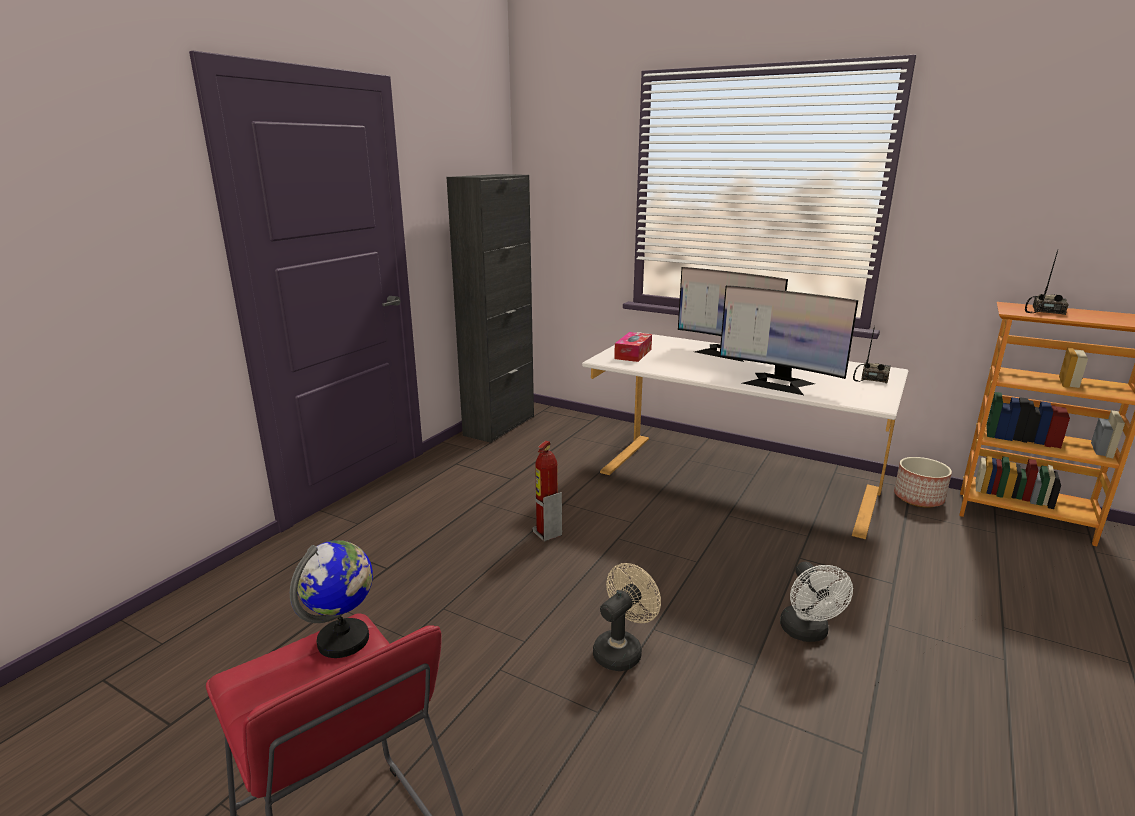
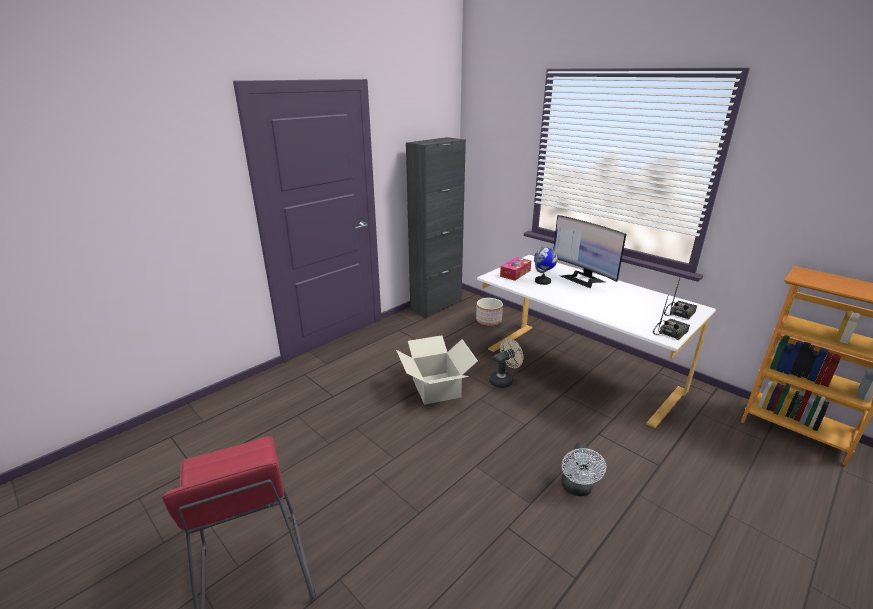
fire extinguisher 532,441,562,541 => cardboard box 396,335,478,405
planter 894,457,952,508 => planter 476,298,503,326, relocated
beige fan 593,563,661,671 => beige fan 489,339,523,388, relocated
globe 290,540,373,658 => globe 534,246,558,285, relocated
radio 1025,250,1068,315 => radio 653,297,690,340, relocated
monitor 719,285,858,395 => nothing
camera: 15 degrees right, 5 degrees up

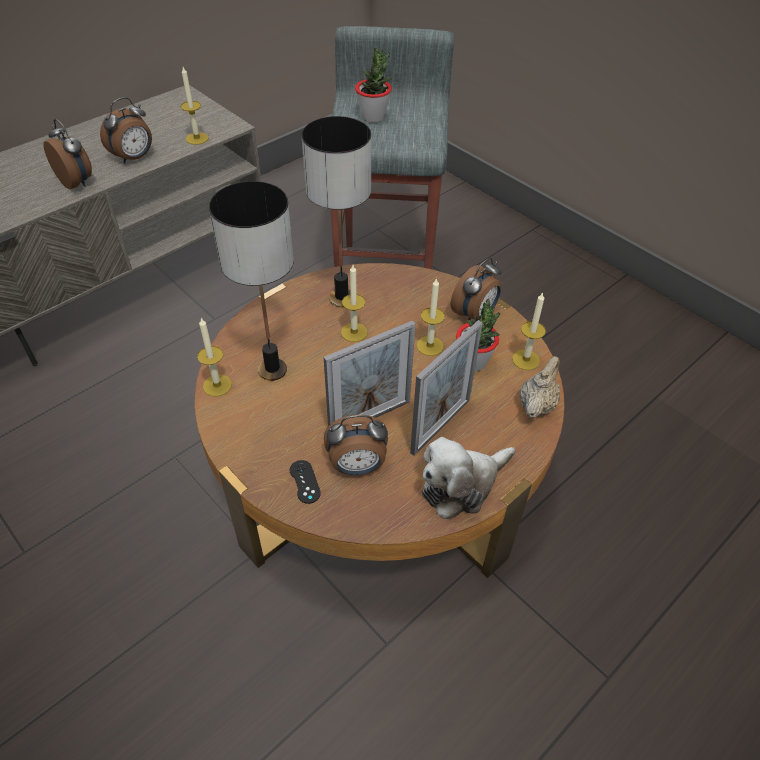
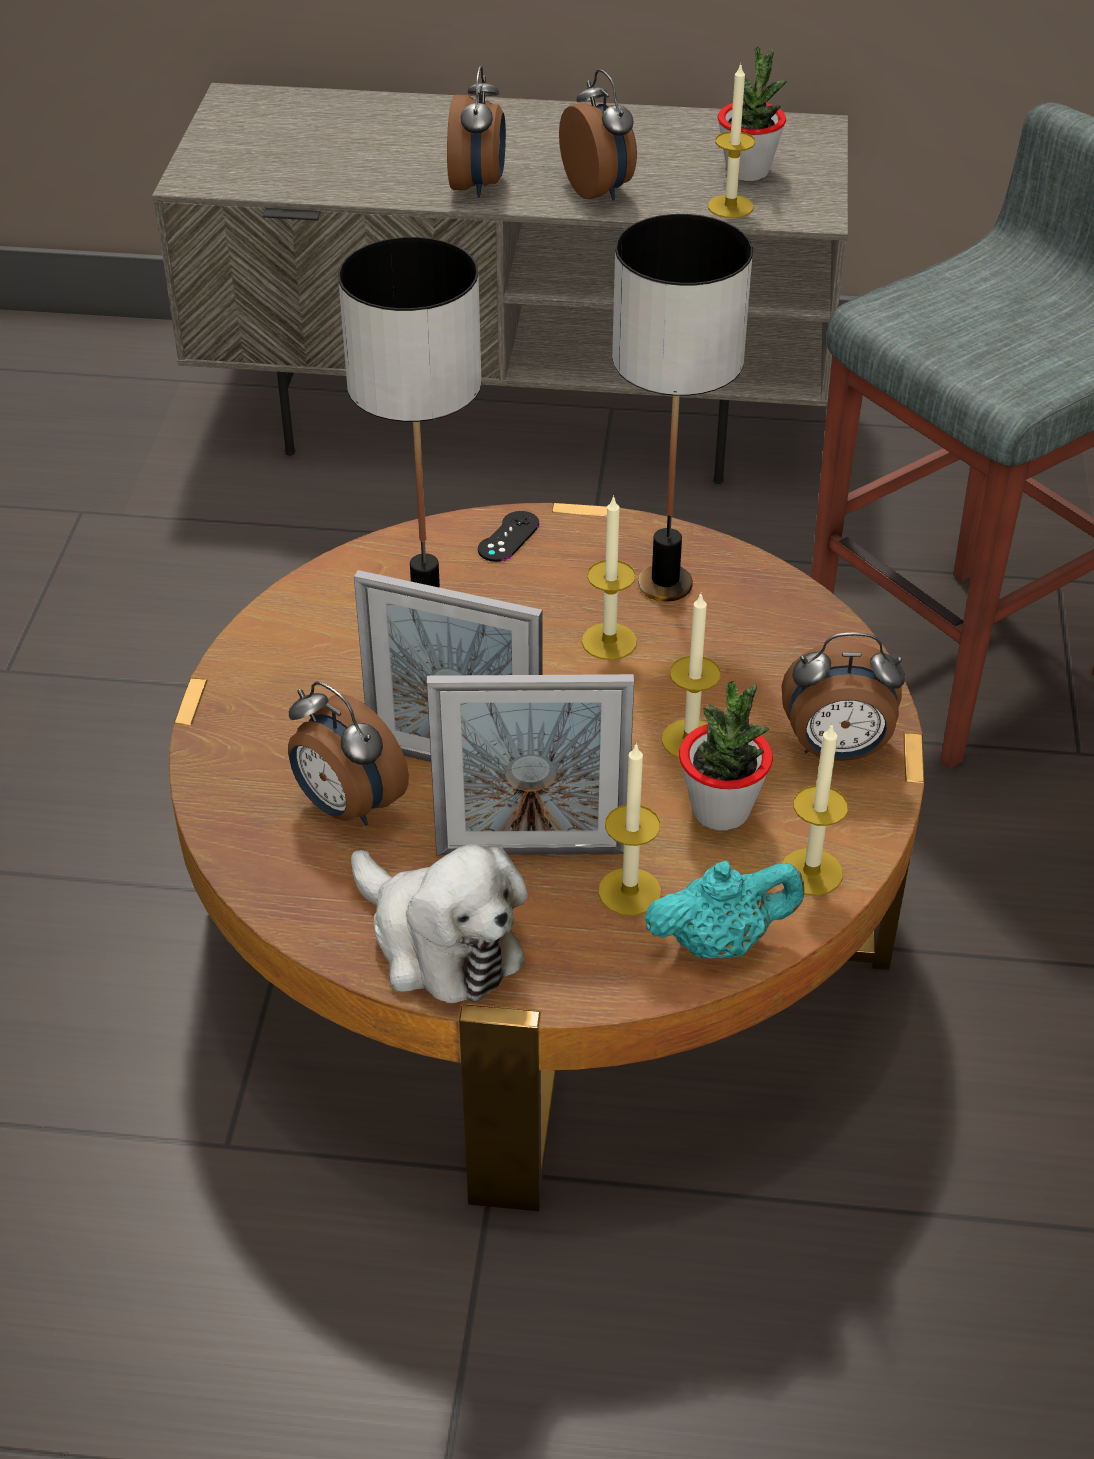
plush toy 422,437,515,519 => plush toy 351,844,528,1003, 150 degrees counterclockwise
black game controller 290,460,321,504 => black game controller 478,511,540,562, relocated
alarm clock 100,97,152,164 => alarm clock 559,69,637,201, 120 degrees counterclockwise
candle 197,318,232,397 => candle 598,742,661,916, relocated
beige teapot 520,356,560,418 => turquoise teapot 644,861,804,959
potted plant 355,47,392,123 => potted plant 717,47,787,181, relocated
camera: 50 degrees right, 5 degrees down

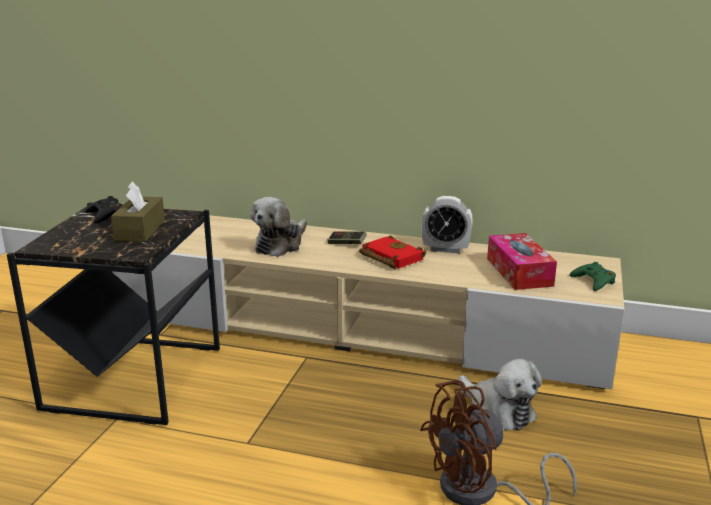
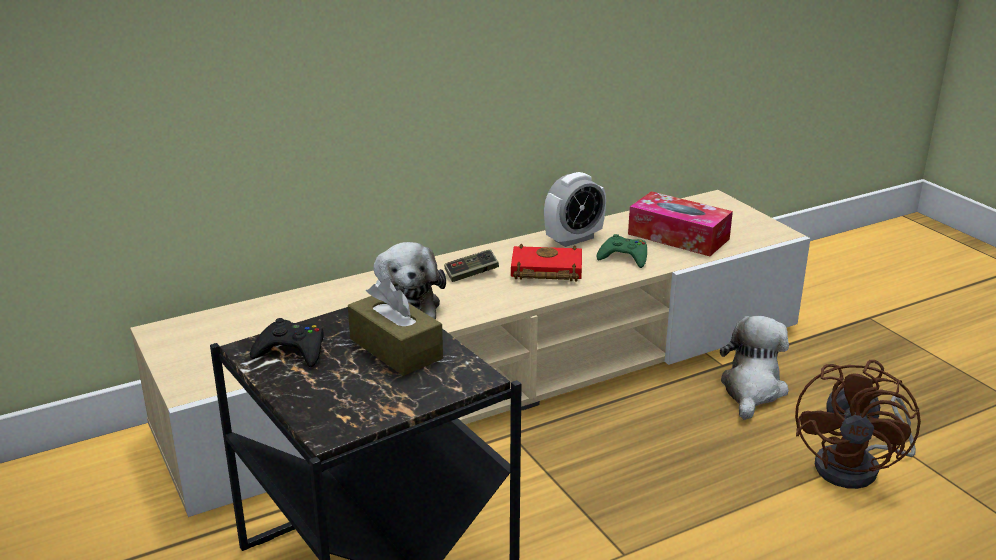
green game controller 570,262,616,291 => green game controller 596,234,647,268, relocated
plush toy 458,359,542,430 => plush toy 720,316,789,420, 75 degrees counterclockwise
camera: 45 degrees left, 5 degrees up

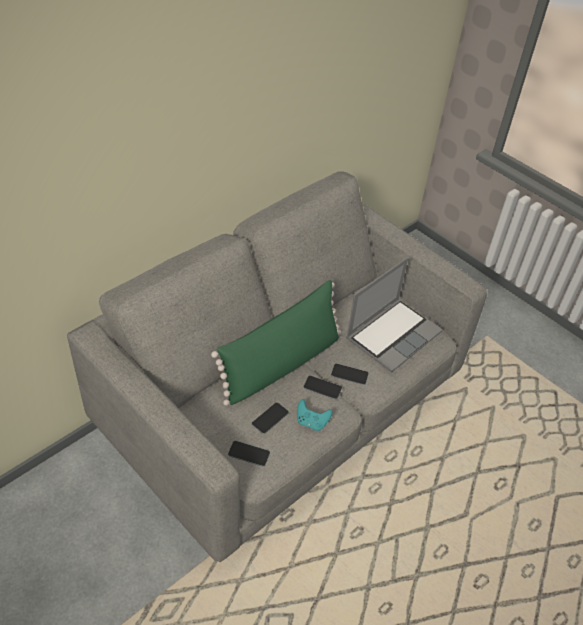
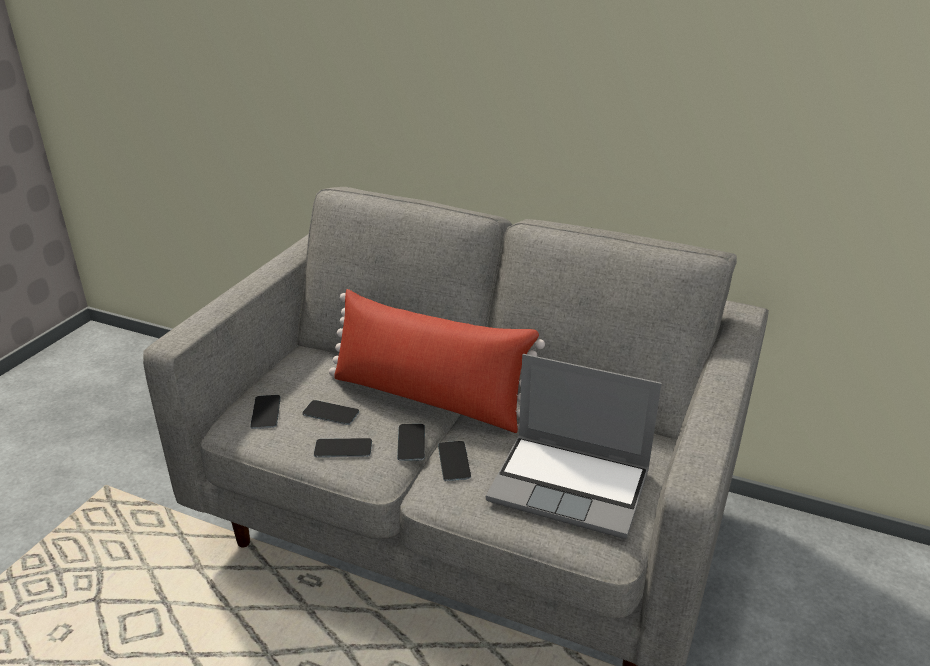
turquoise game controller 297,399,332,431 => phone 314,438,372,458
green pillow 211,280,341,406 => red pillow 329,289,545,433
camera: 70 degrees right, 15 degrees down

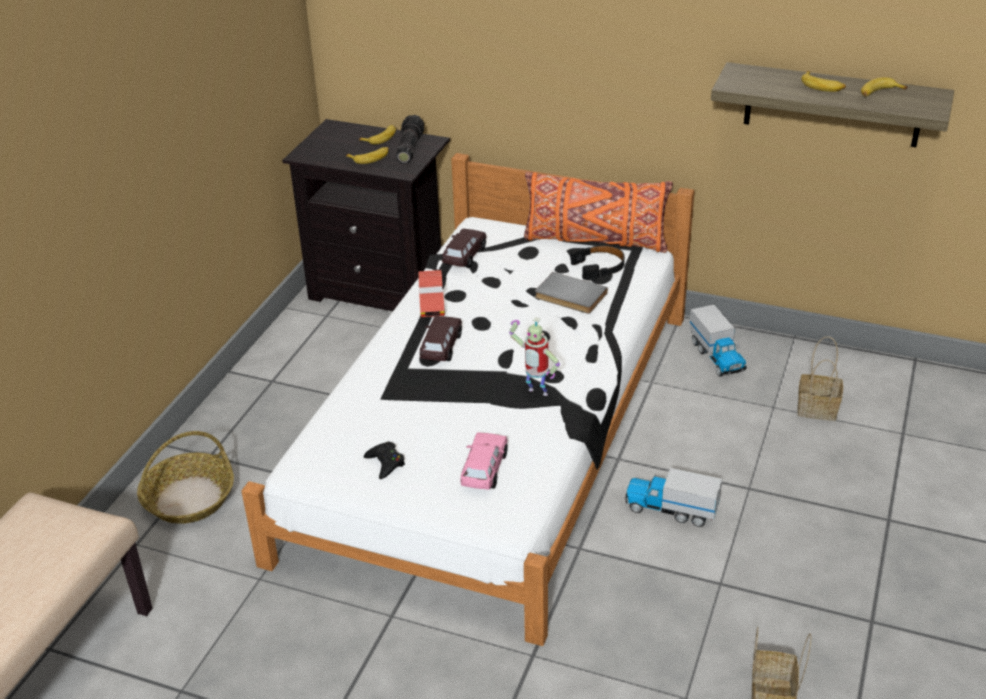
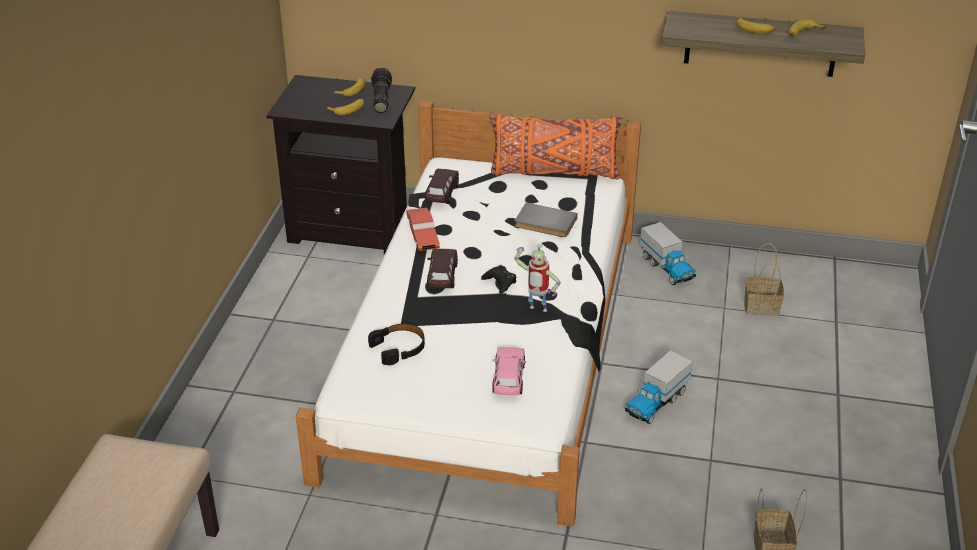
black headphones 571,245,624,280 => black headphones 368,324,425,365, relocated
black game controller 364,442,405,479 => black game controller 481,265,516,294, relocated
toy truck 625,468,722,527 => toy truck 625,350,692,424, 60 degrees counterclockwise
basket 137,431,234,524 => nothing
camera: 10 degrees left, 0 degrees up

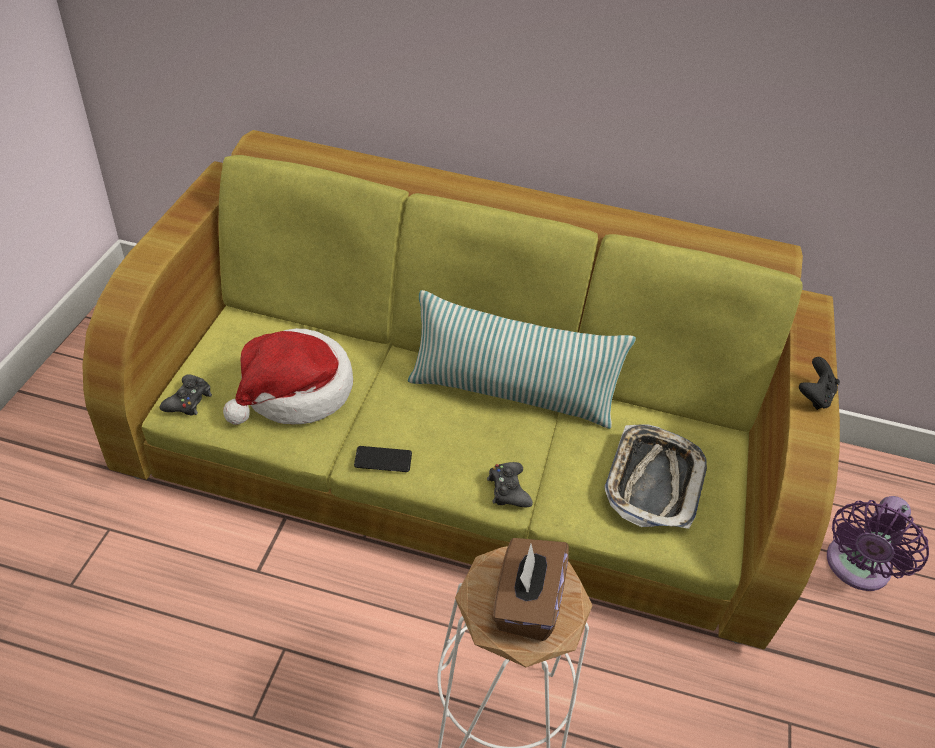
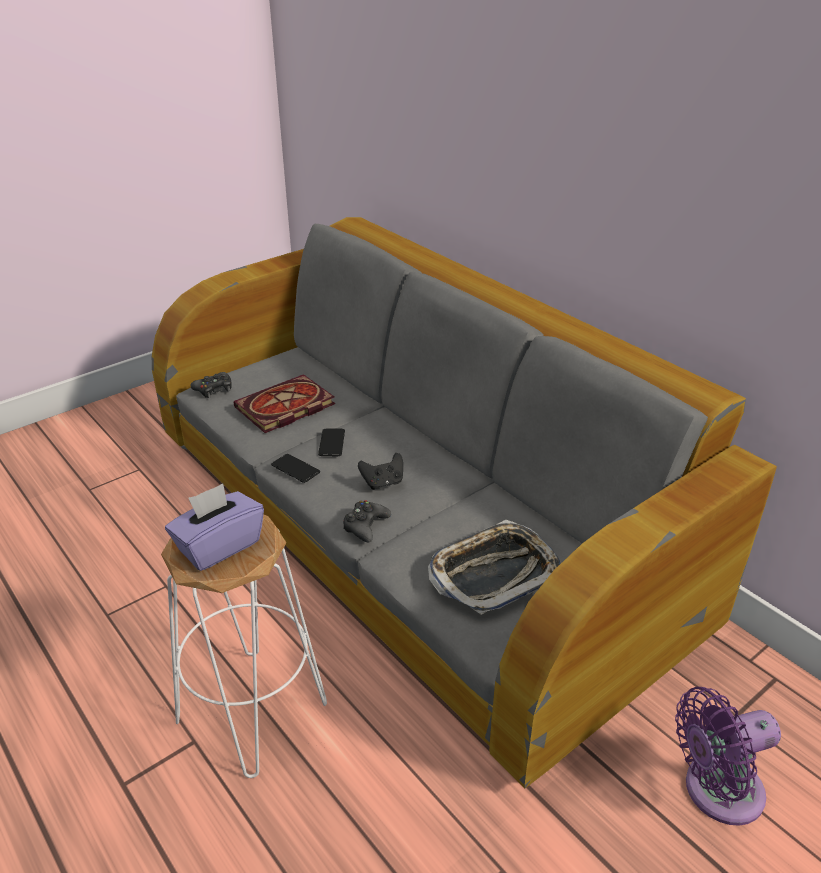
green sofa 82,130,840,649 => grey sofa 152,217,777,788
brown tissue box 493,538,569,641 => purple tissue box 165,483,264,571
hat 223,328,353,425 => book 234,374,335,433
nothing => phone 318,428,345,456
black game controller 799,357,840,410 => black game controller 358,453,403,490, relocated
pillow 408,290,636,429 => nothing
camera: 40 degrees right, 10 degrees down

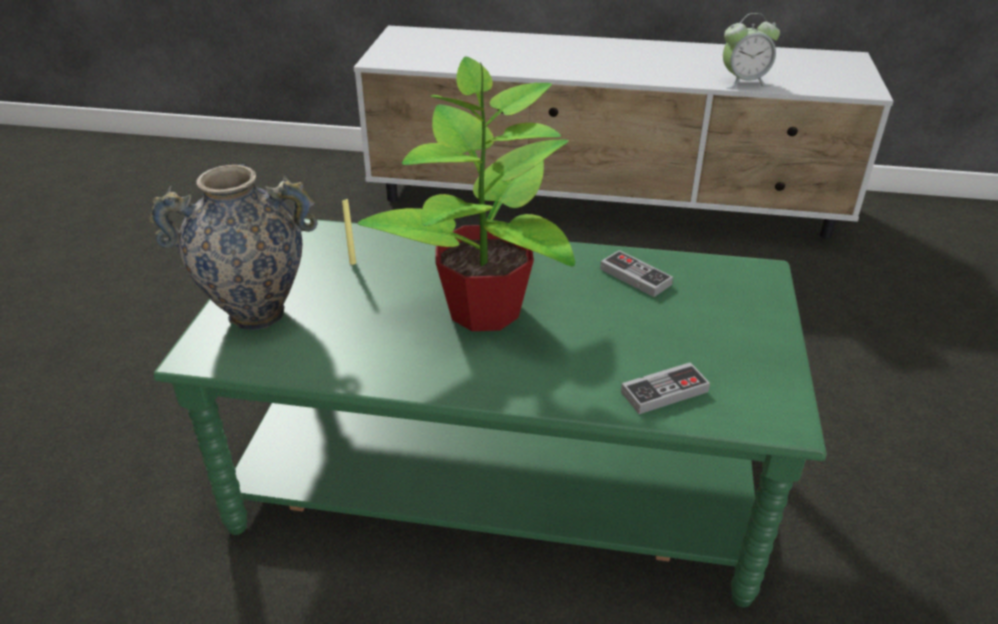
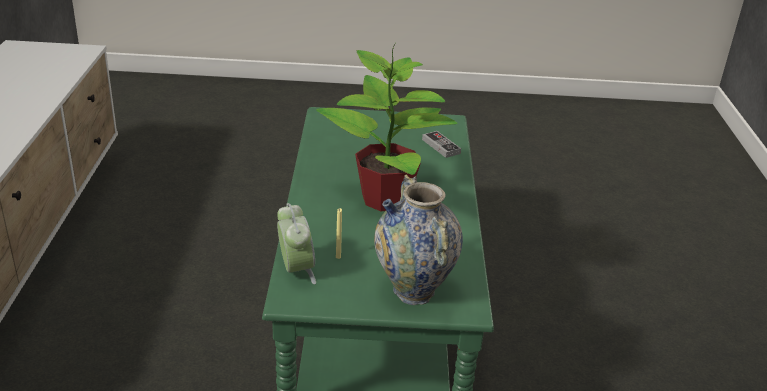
alarm clock 723,13,780,89 => alarm clock 277,203,316,284, relocated
game controller 600,250,673,297 => nothing
camera: 100 degrees left, 5 degrees down

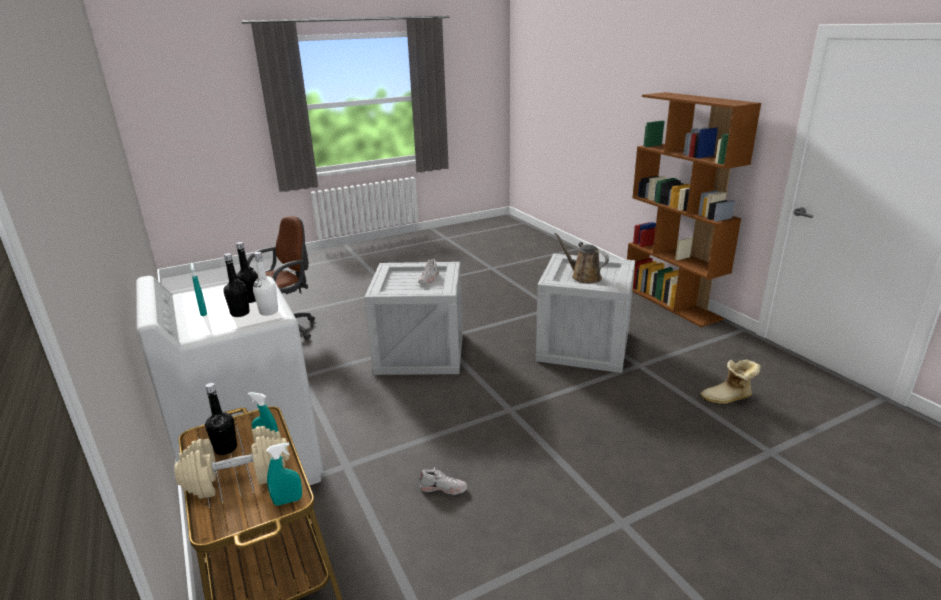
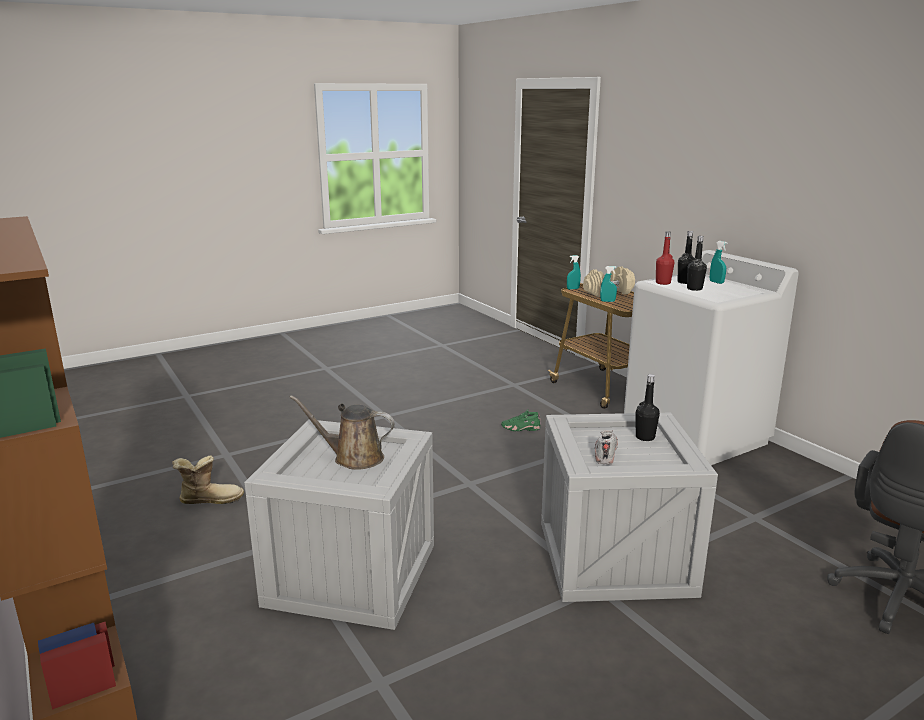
brown watering can 554,233,609,283 => brown watering can 289,395,395,470, 150 degrees clockwise
white shoe 419,467,467,495 => green shoe 501,409,541,431
black bottle 205,383,237,455 => black bottle 636,374,660,441, relocated
white bottle 253,252,278,316 => red bottle 656,231,674,285
camera: 175 degrees right, 5 degrees down

